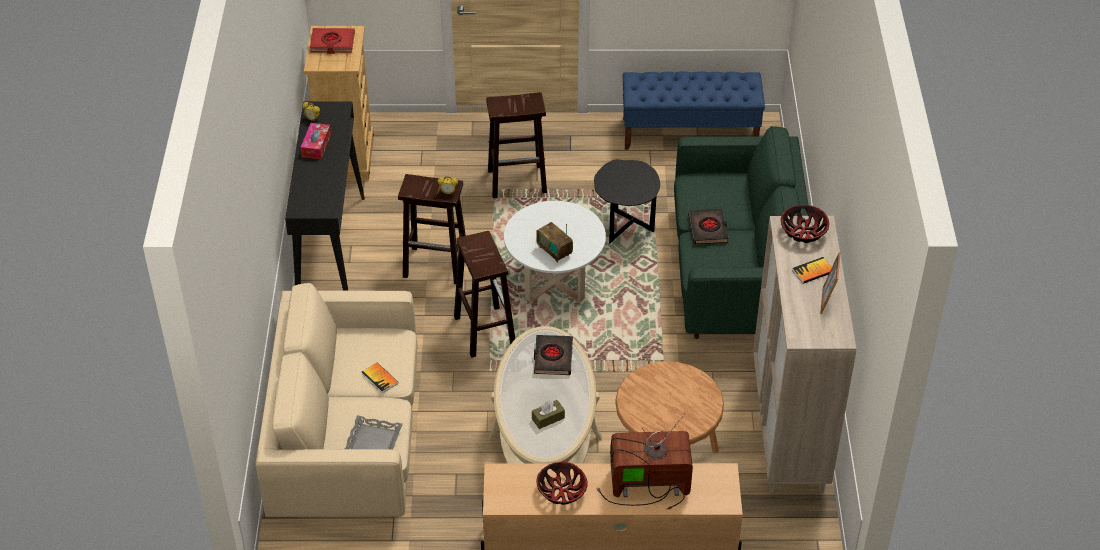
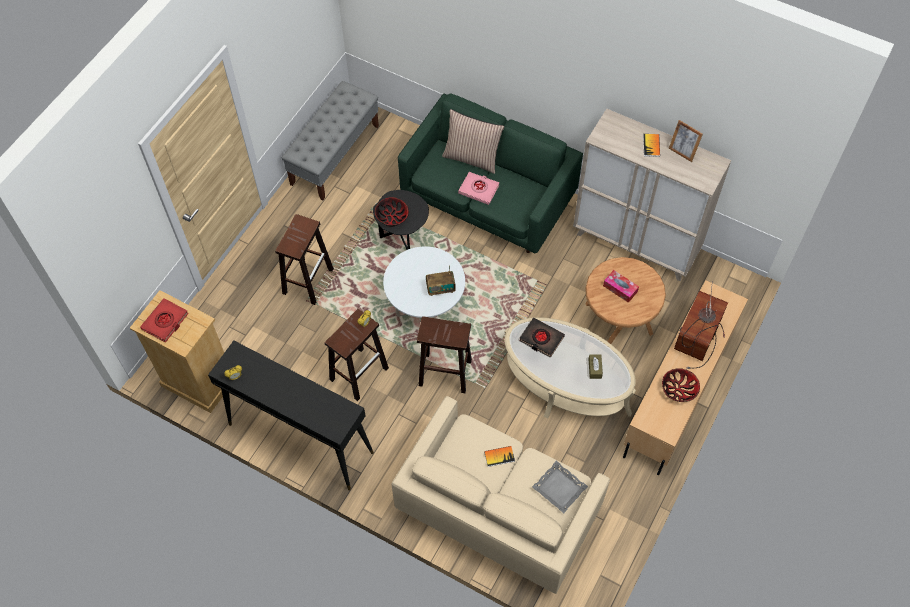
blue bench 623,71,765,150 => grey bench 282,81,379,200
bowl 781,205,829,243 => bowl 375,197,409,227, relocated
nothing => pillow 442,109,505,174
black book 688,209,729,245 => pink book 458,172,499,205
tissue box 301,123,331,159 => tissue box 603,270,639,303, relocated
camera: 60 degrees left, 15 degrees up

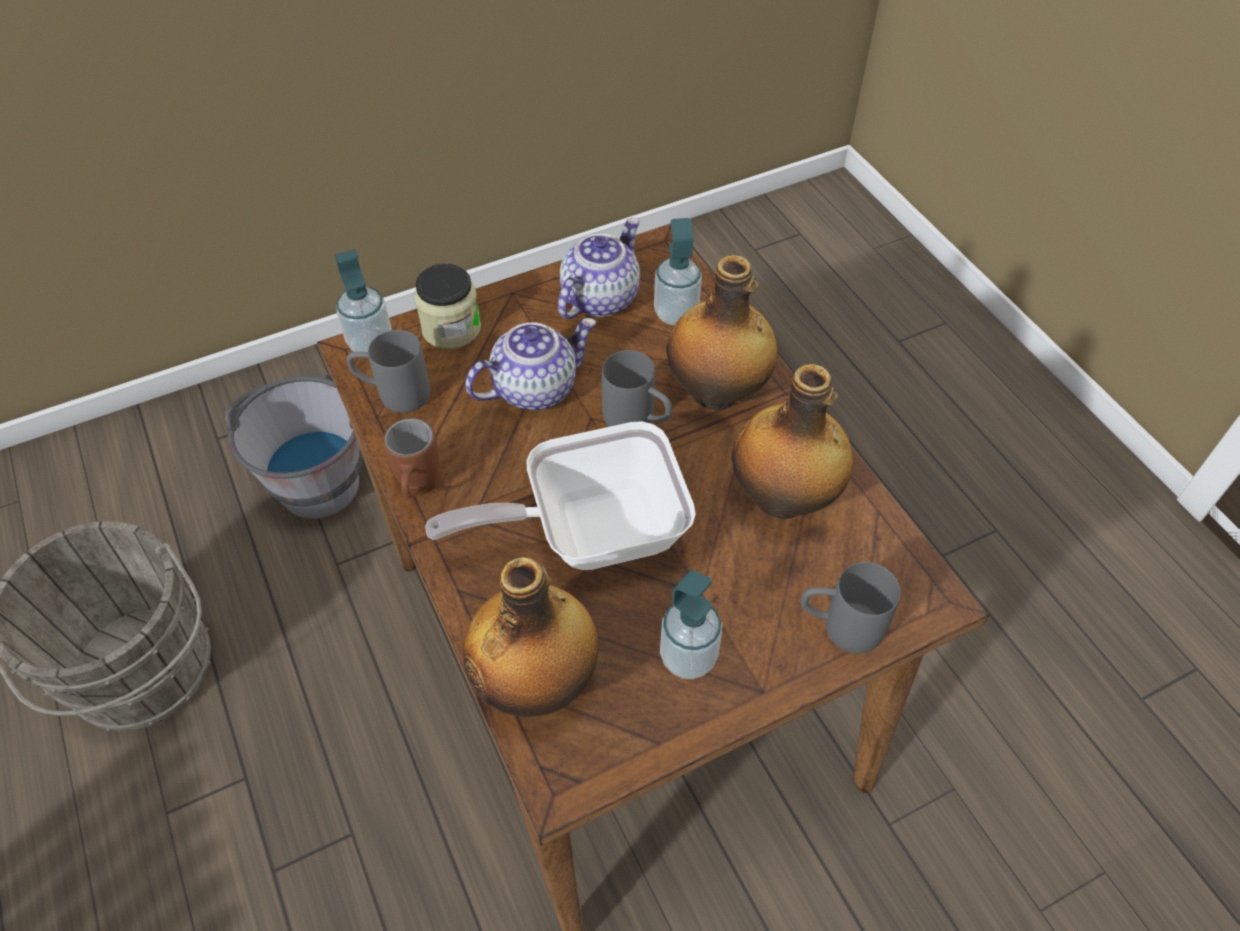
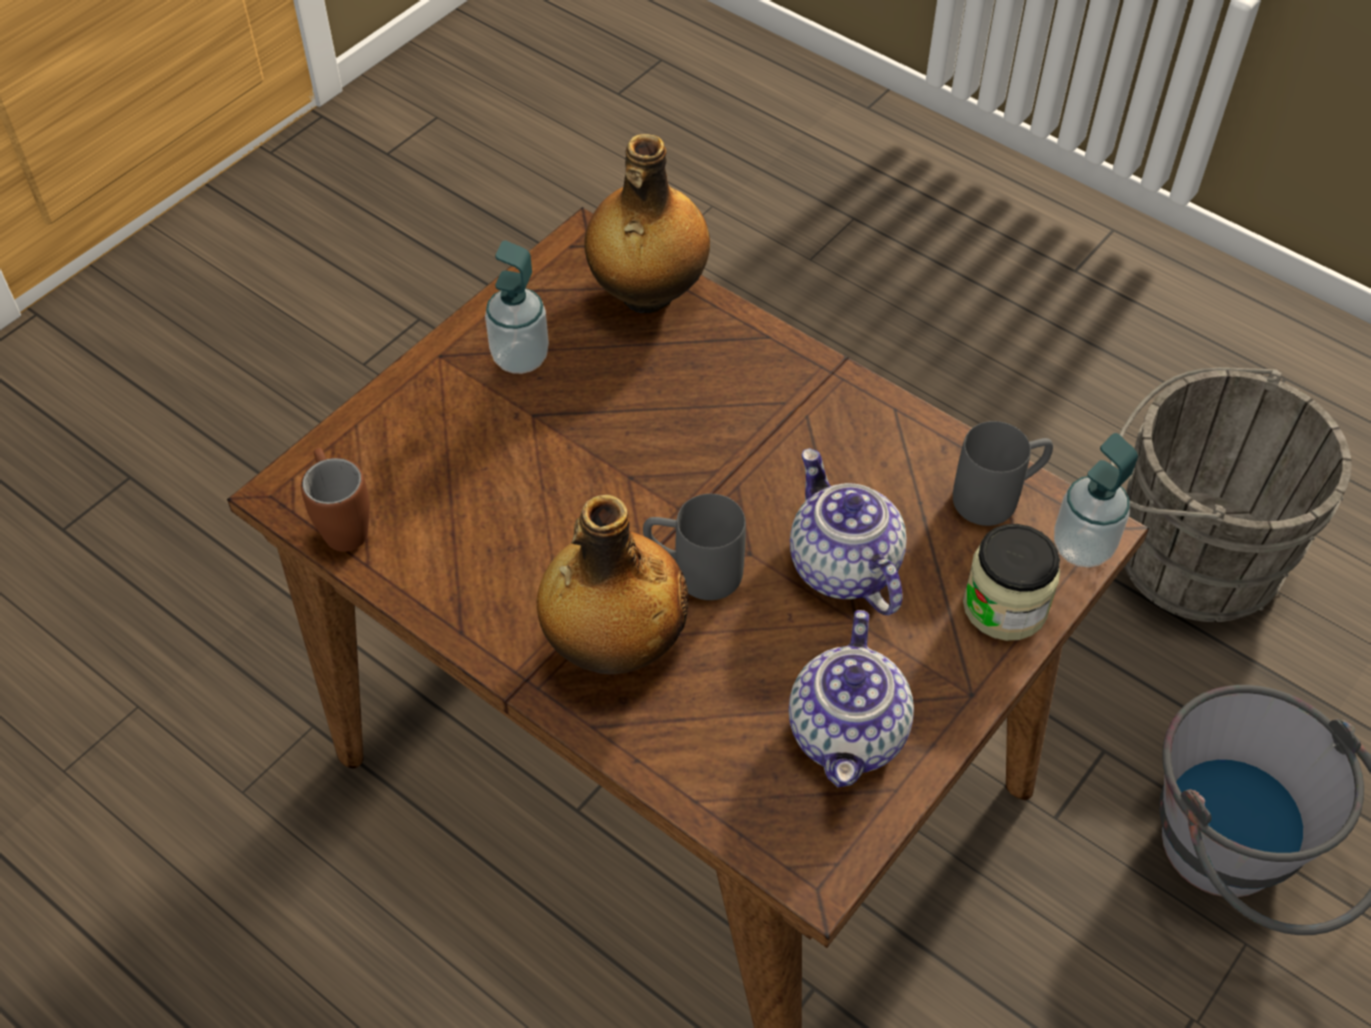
brown mug 383,418,439,498 => brown mug 301,448,370,552, relocated
teapot 465,318,597,410 => teapot 790,448,907,615, 120 degrees clockwise
frying pan 425,421,696,570 => nothing
soap dispenser 654,218,702,325 => nothing
bottle 731,364,853,519 => nothing
grey mug 801,562,901,654 => nothing
camera: 155 degrees right, 0 degrees up

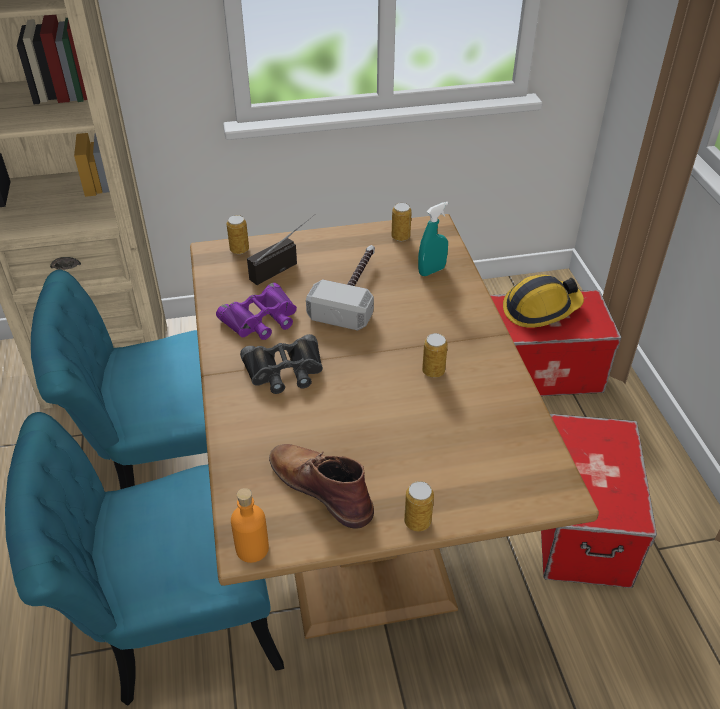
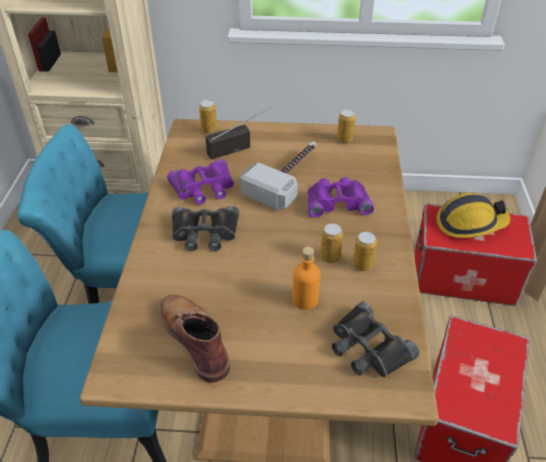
orange bottle 231,488,269,563 => orange bottle 293,247,320,310, relocated
nothing => purple binoculars 308,177,374,218
nothing => black binoculars 332,301,419,377
can 404,481,434,531 => can 353,232,377,272, relocated
turquoise spray bottle 418,202,448,276 => nothing
camera: 15 degrees right, 0 degrees up

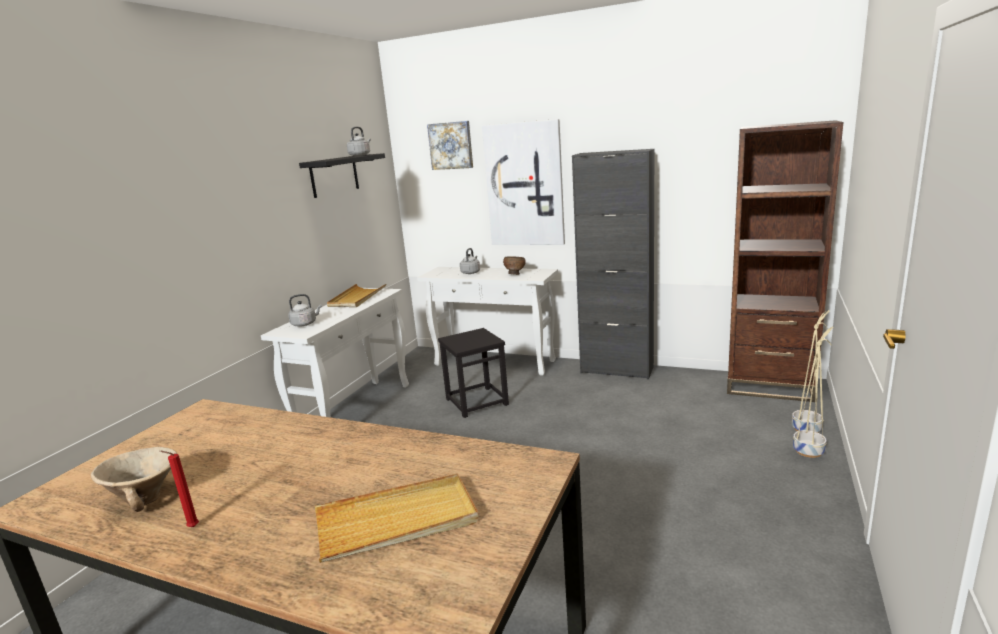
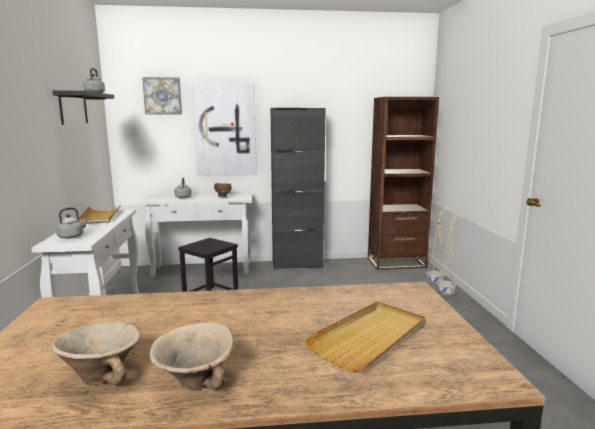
red candle 160,451,199,527 => beige bowl 149,322,234,390
camera: 30 degrees left, 5 degrees down

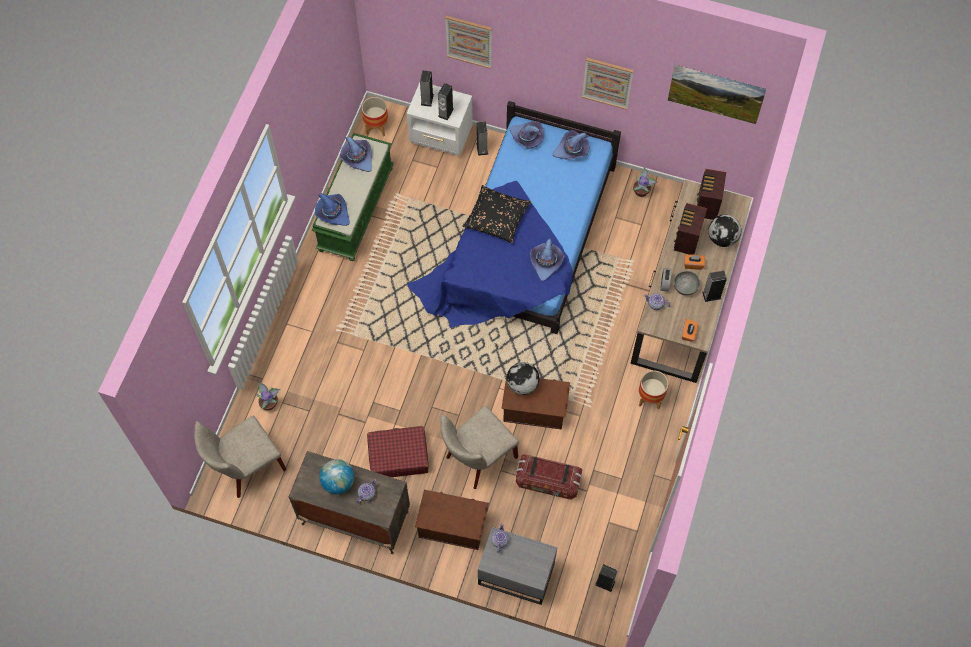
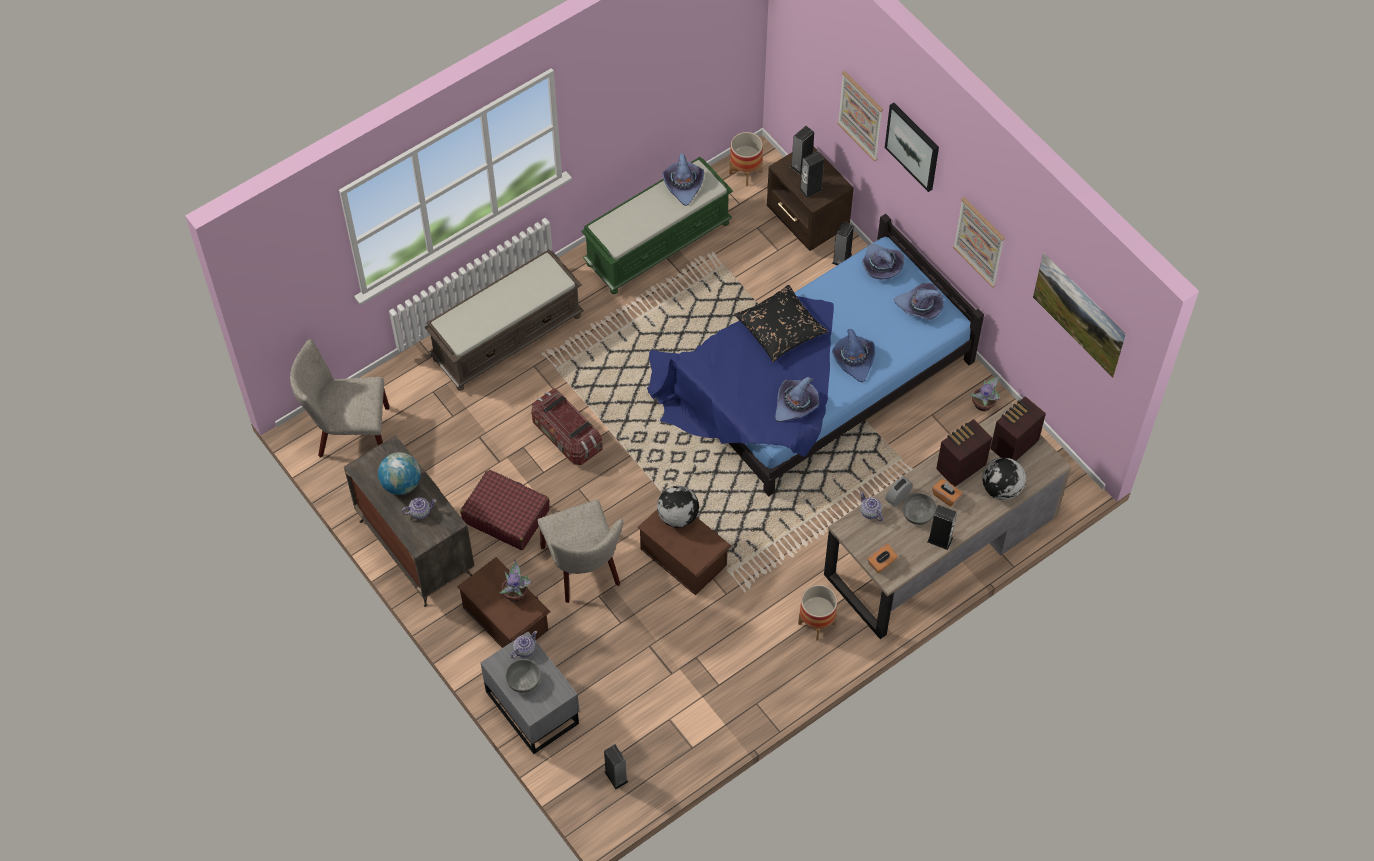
nothing => brown bench 424,249,584,391
potted plant 256,382,280,410 => potted plant 499,559,532,602, relocated
nothing => grey bowl 505,659,541,693
storage box 516,454,583,500 => storage box 531,388,603,465, relocated
beige chair 440,406,519,489 => beige chair 537,499,623,603, 105 degrees counterclockwise
white nightstand 407,82,473,156 => brown nightstand 767,146,854,251
blue hat 315,193,350,226 => blue hat 832,329,875,382, relocated
nothing => picture 885,103,939,192
camera: 35 degrees right, 5 degrees down

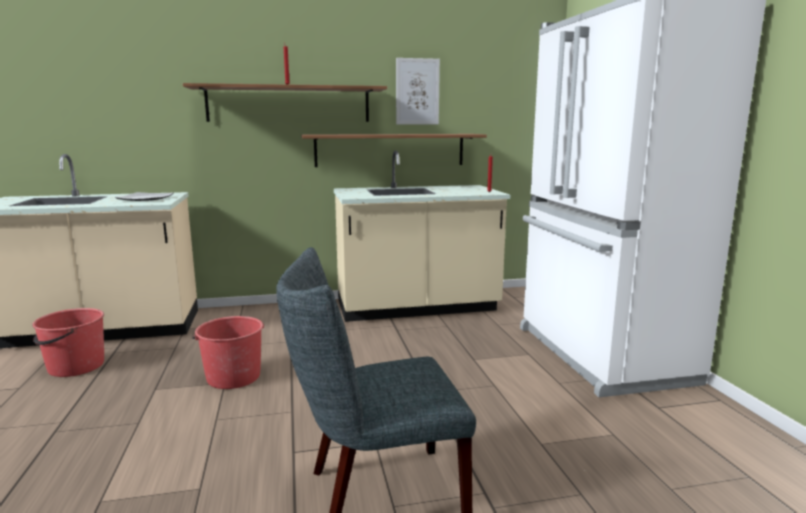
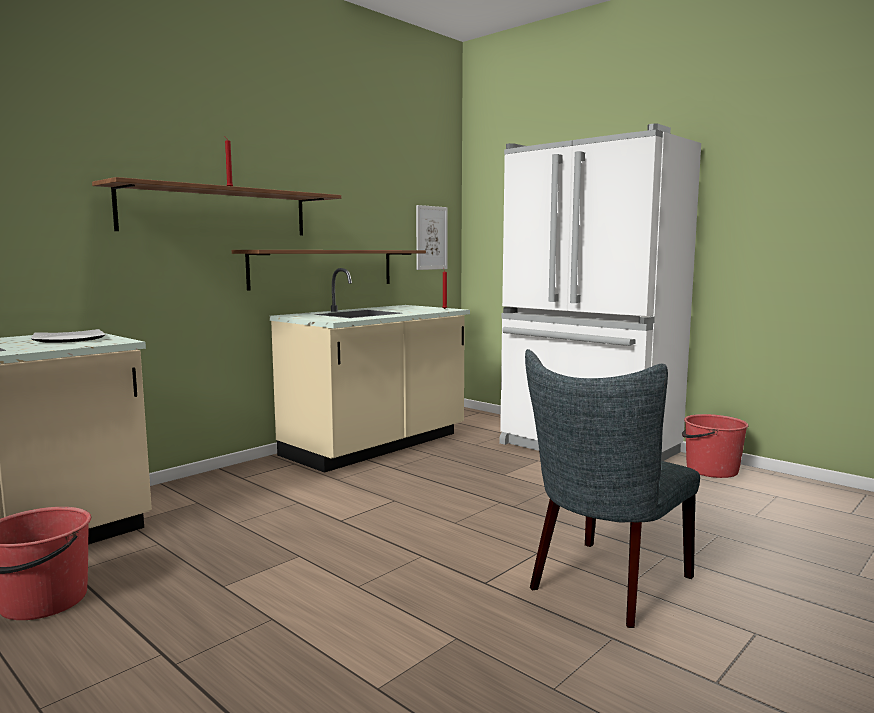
picture 396,58,440,124 => picture 416,205,448,270, relocated
red bucket 192,316,264,389 => red bucket 682,414,748,478, relocated
camera: 35 degrees left, 5 degrees down

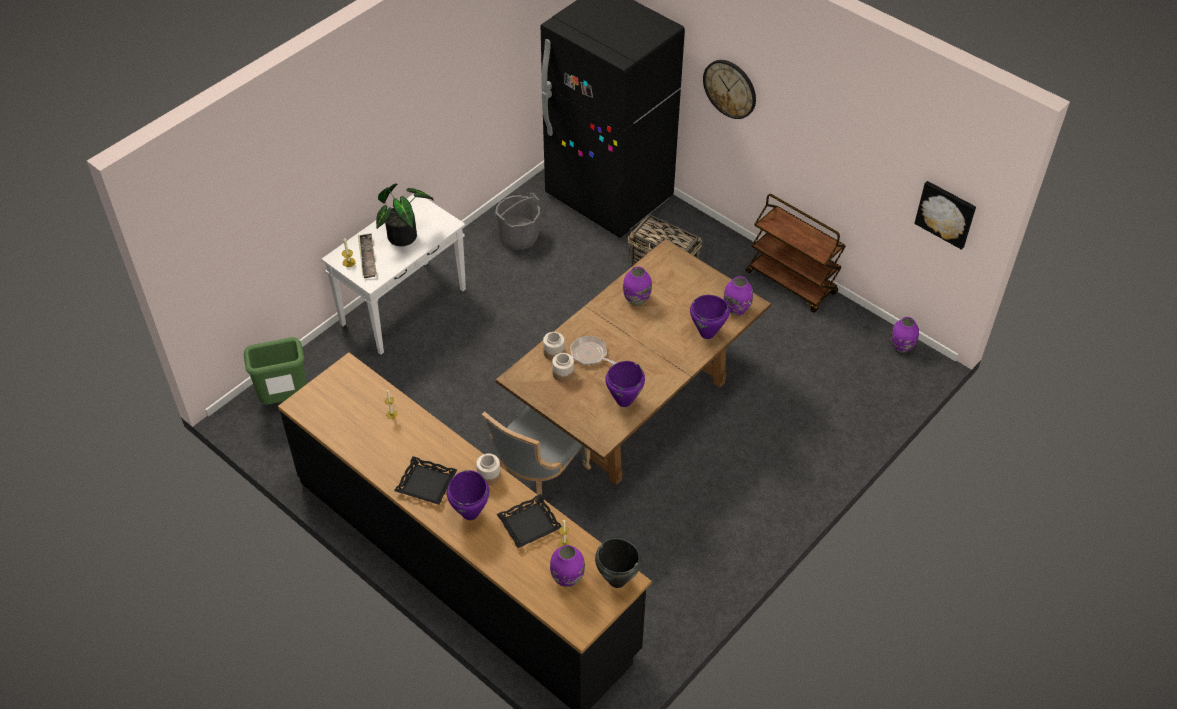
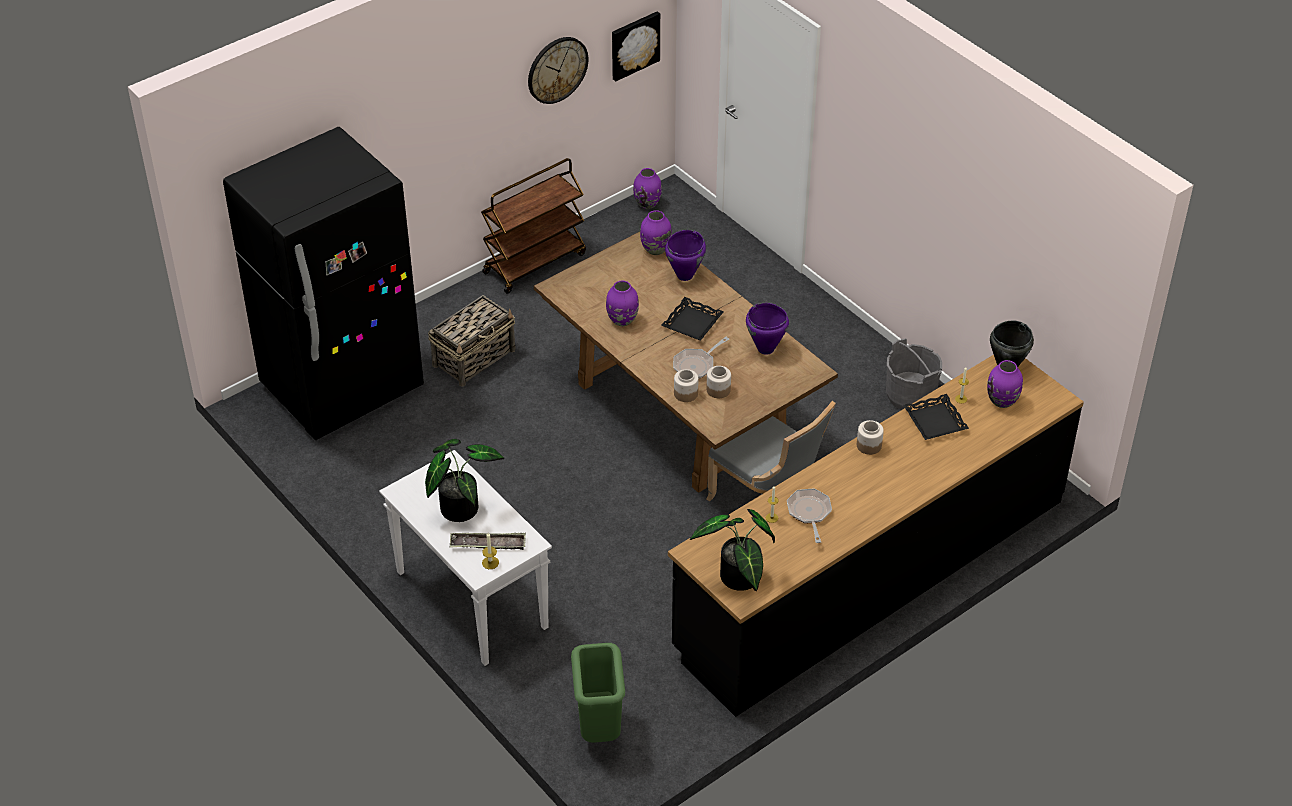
wall clock 703,60,756,119 => wall clock 528,37,589,104, relocated
black tray 394,456,457,505 => black tray 661,297,724,340, relocated
nothing => potted plant 690,509,775,591
nothing => frying pan 787,489,832,543
grey bucket 495,193,540,250 => grey bucket 886,338,942,410, relocated
purple cooking pot 447,470,490,520 => nothing
camera: 80 degrees left, 5 degrees down

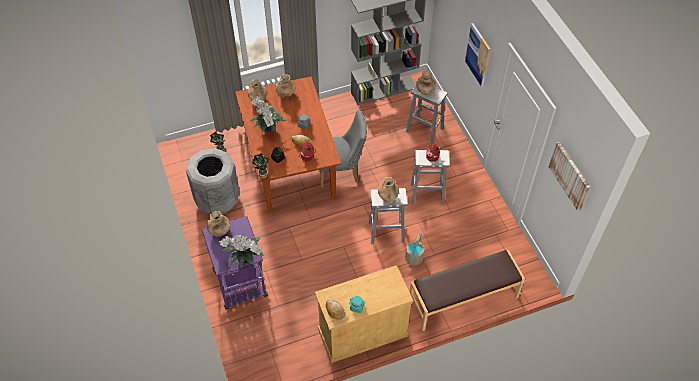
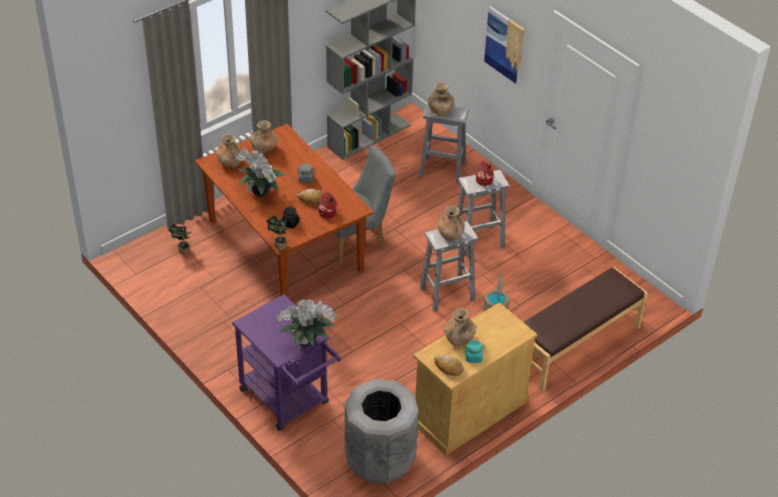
grey trash can 186,148,240,214 => grey trash can 345,379,419,484, relocated
brown vase 207,211,230,236 => brown vase 444,308,477,346, relocated
picture 549,142,590,211 => nothing
camera: 20 degrees left, 10 degrees down

